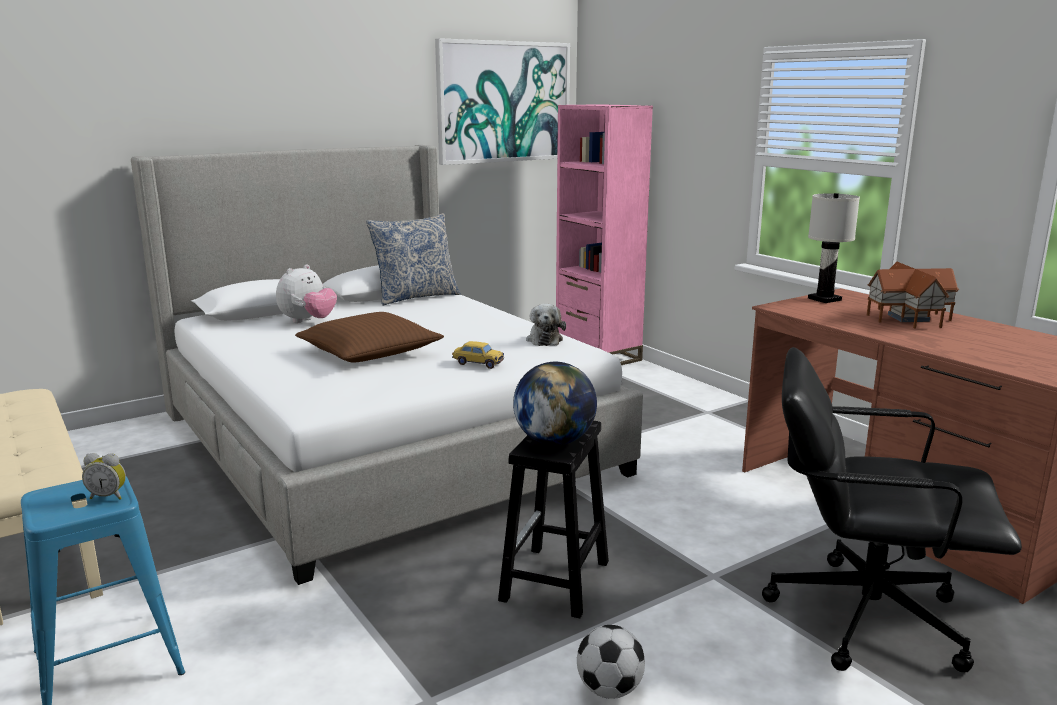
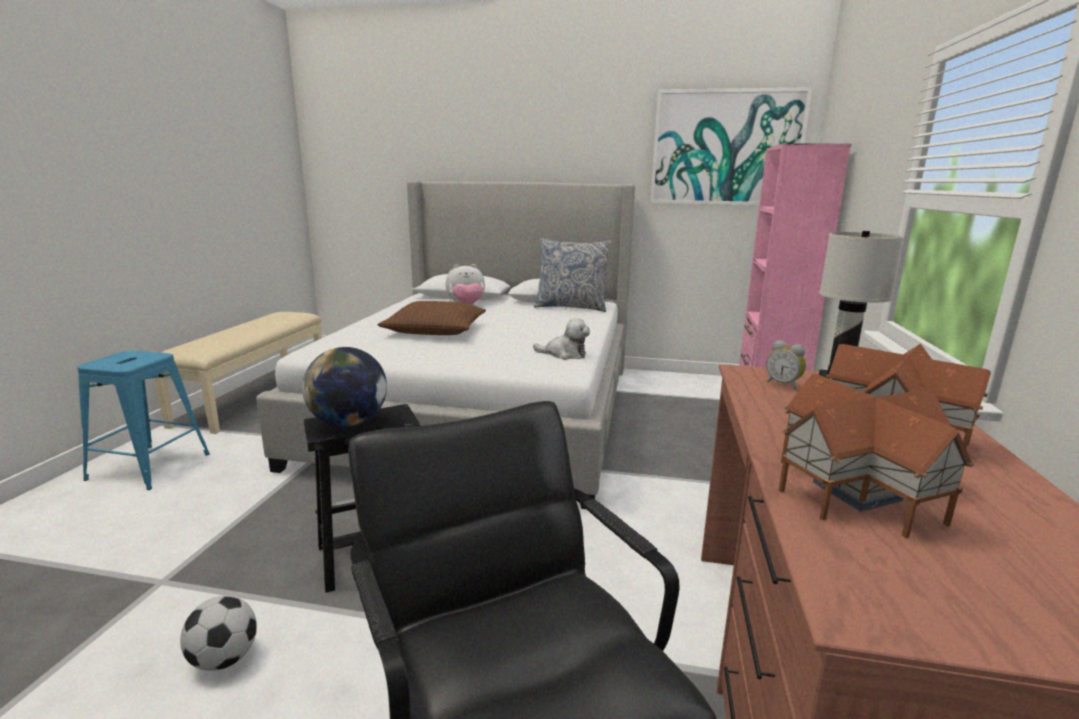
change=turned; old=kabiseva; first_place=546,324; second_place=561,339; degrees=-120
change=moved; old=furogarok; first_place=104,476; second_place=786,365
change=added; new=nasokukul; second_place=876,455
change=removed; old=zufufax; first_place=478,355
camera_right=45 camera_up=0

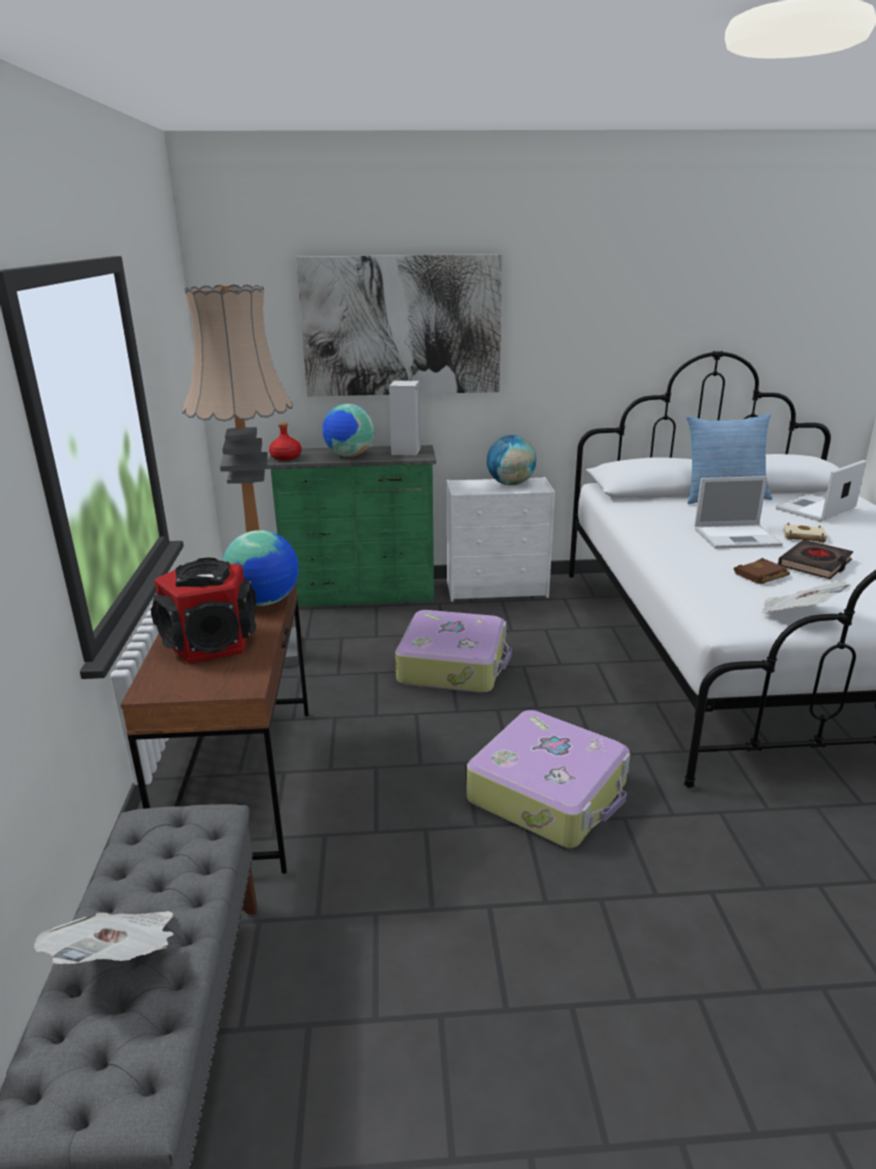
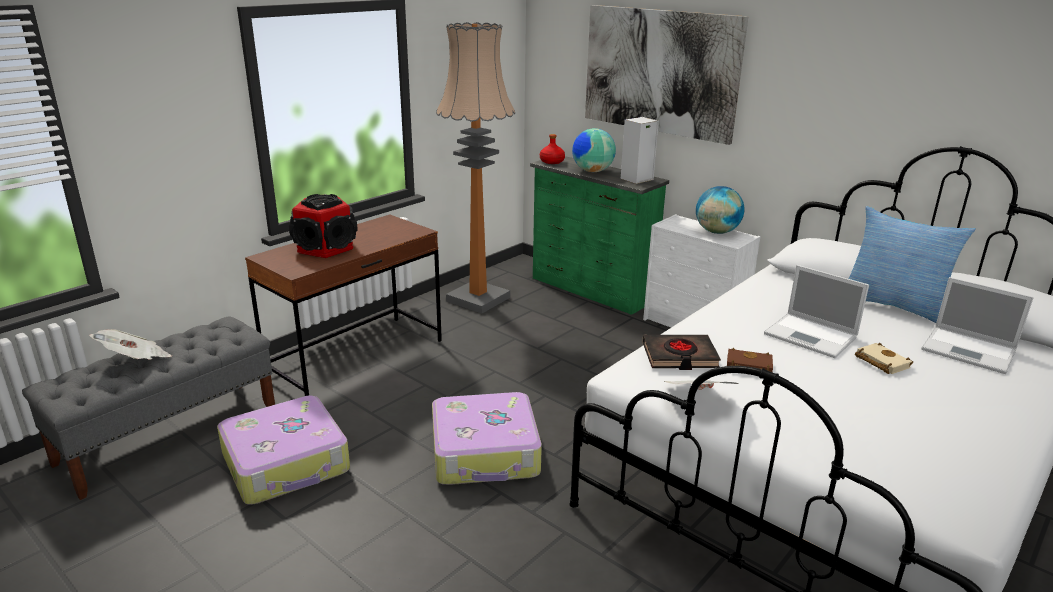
change=moved; old=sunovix; first_place=453,651; second_place=283,450
change=moved; old=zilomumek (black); first_place=815,559; second_place=681,352
change=turned; old=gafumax; first_place=821,491; second_place=977,325; degrees=-150
change=removed; old=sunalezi; first_place=260,568
camera_right=45 camera_up=0

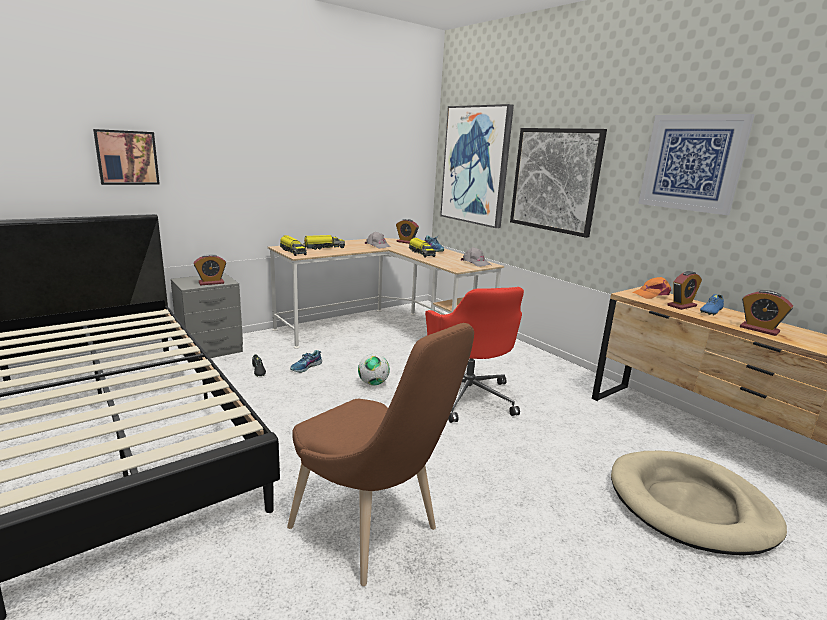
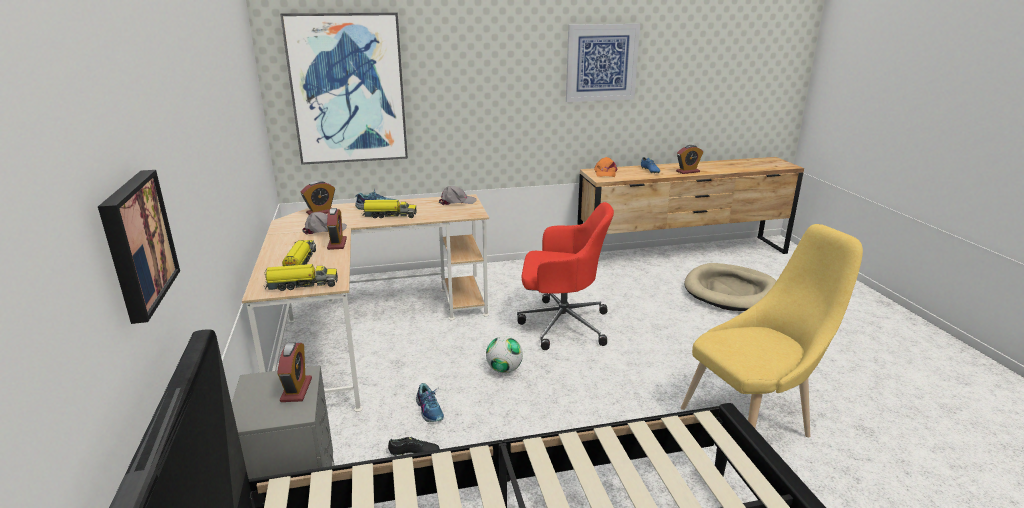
change=moved; old=furogarok; first_place=684,290; second_place=337,229
change=recoloured; old=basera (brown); new=basera (yellow); first_place=380,454; second_place=772,330
change=removed; old=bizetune; first_place=558,183
camera_right=-65 camera_up=5

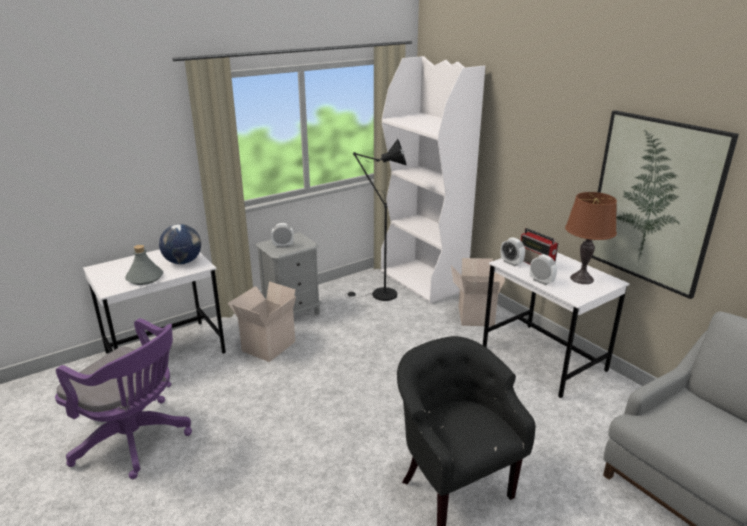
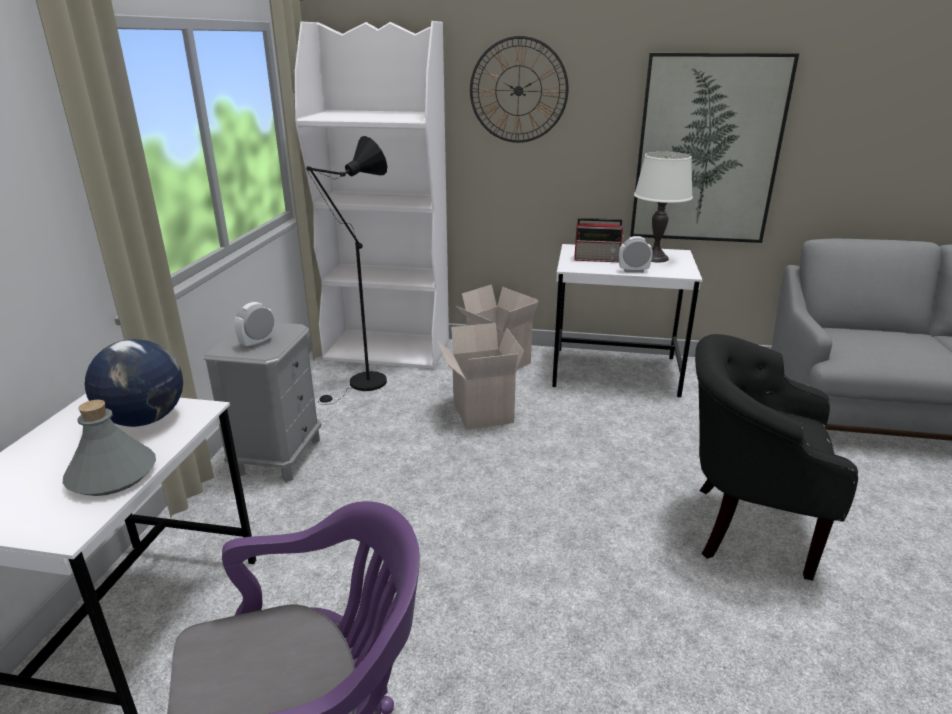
change=moved; old=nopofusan; first_place=262,321; second_place=480,376
change=added; new=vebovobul; second_place=519,89
change=recoloured; old=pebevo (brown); new=pebevo (white); first_place=591,238; second_place=663,207
change=removed; old=furogarok; first_place=513,251
camera_right=-45 camera_up=0

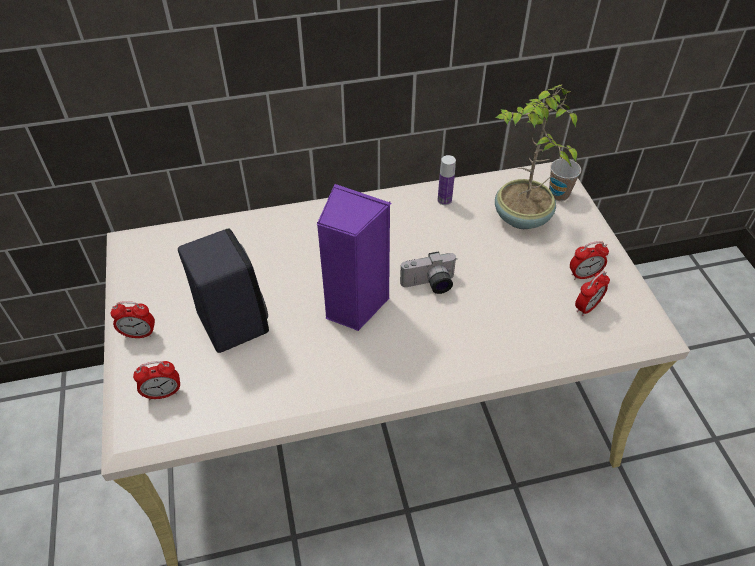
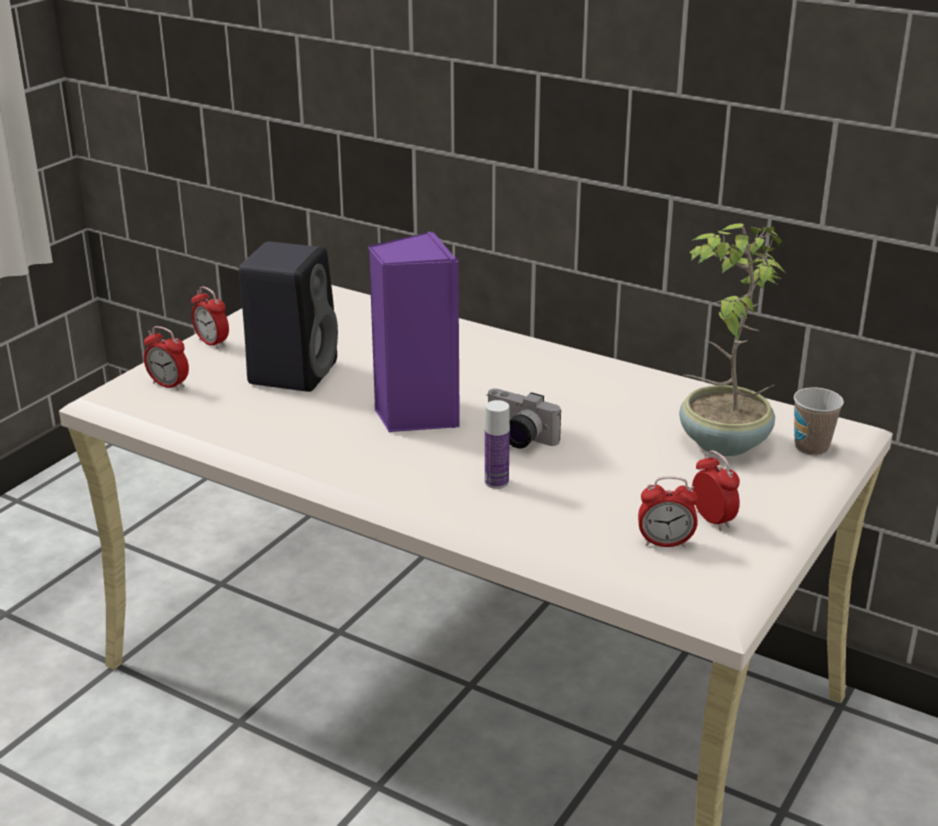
change=moved; old=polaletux; first_place=447,180; second_place=497,444
change=turned; old=furogarok; first_place=589,260; second_place=716,490; degrees=-150
camera_right=45 camera_up=-20

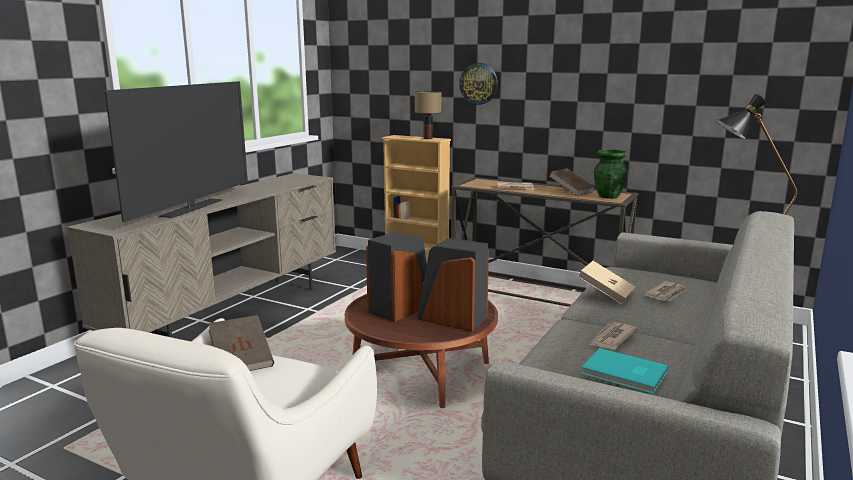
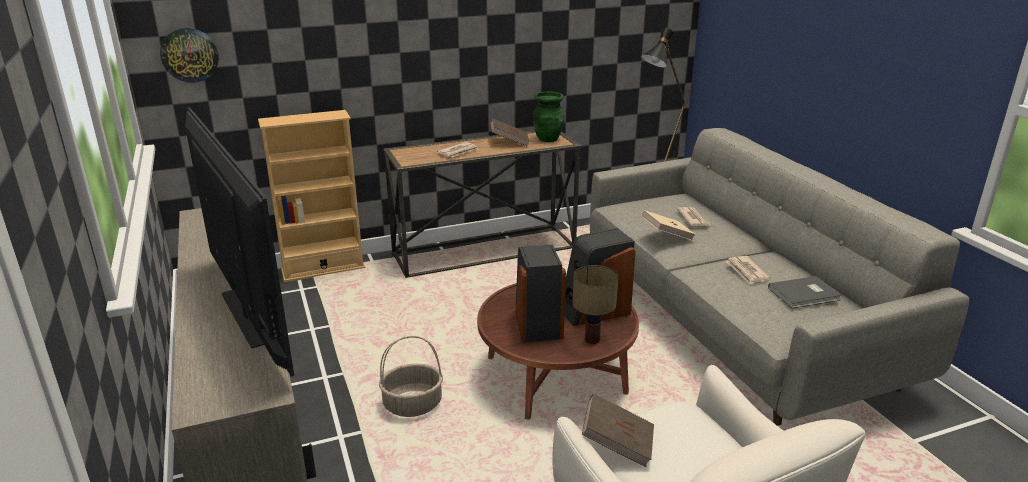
change=moved; old=vebovobul; first_place=478,84; second_place=189,55
change=added; new=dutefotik; second_place=411,376
change=moved; old=pebevo; first_place=428,115; second_place=595,304
change=recoloured; old=zilomumek (turquoise); new=zilomumek (grey); first_place=624,371; second_place=805,292
camera_right=-50 camera_up=10

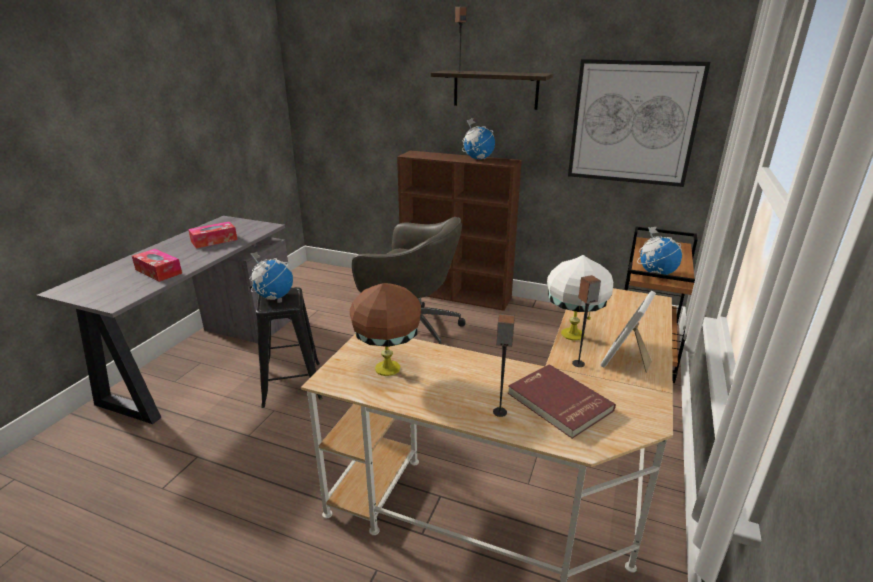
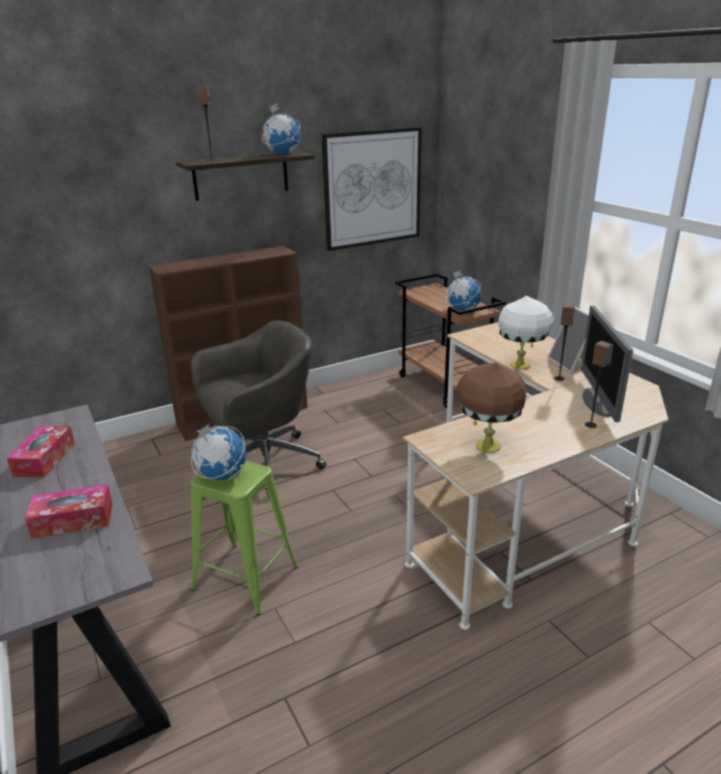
change=recoloured; old=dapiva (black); new=dapiva (green); first_place=289,347; second_place=244,538
change=moved; old=sunalezi; first_place=478,138; second_place=281,128
change=replaced; old=zilomumek (red); new=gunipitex; first_place=562,401; second_place=607,364
camera_right=-50 camera_up=0

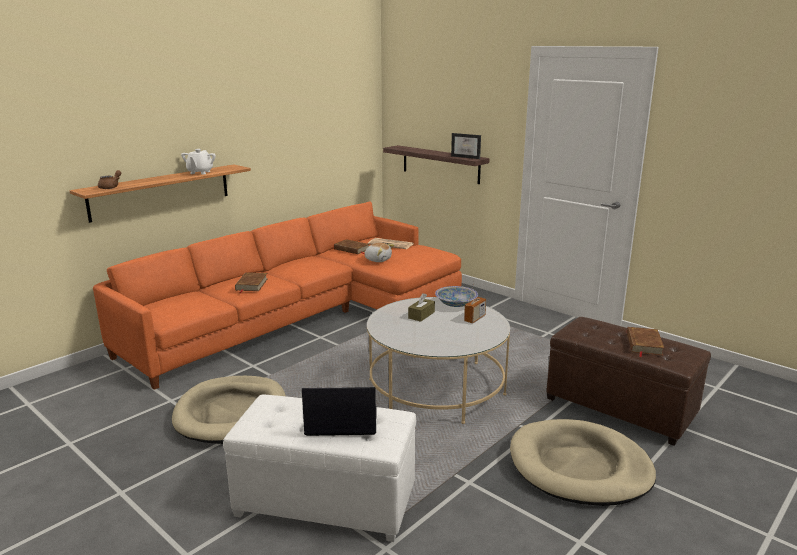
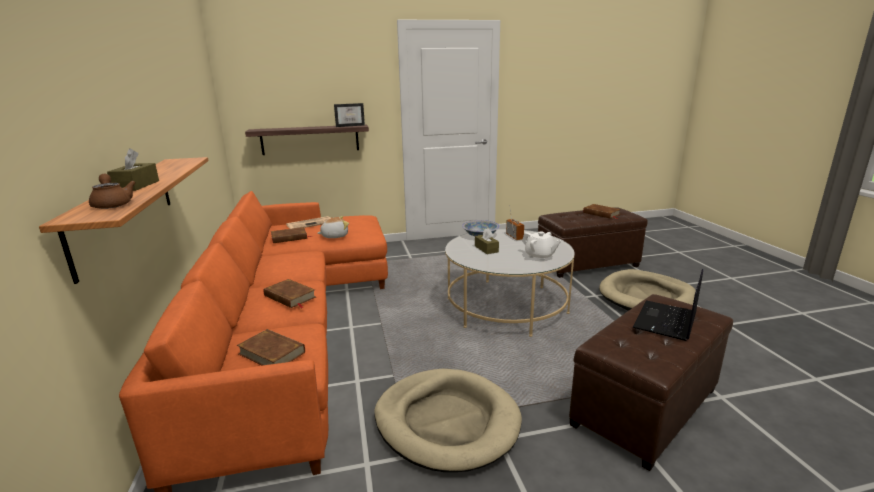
change=added; new=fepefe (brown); second_place=133,169
change=added; new=zilomumek (brown); second_place=271,347
change=moved; old=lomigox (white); first_place=198,161; second_place=541,246
change=recoloured; old=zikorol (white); new=zikorol (brown); first_place=319,468; second_place=651,382
camera_right=-55 camera_up=0

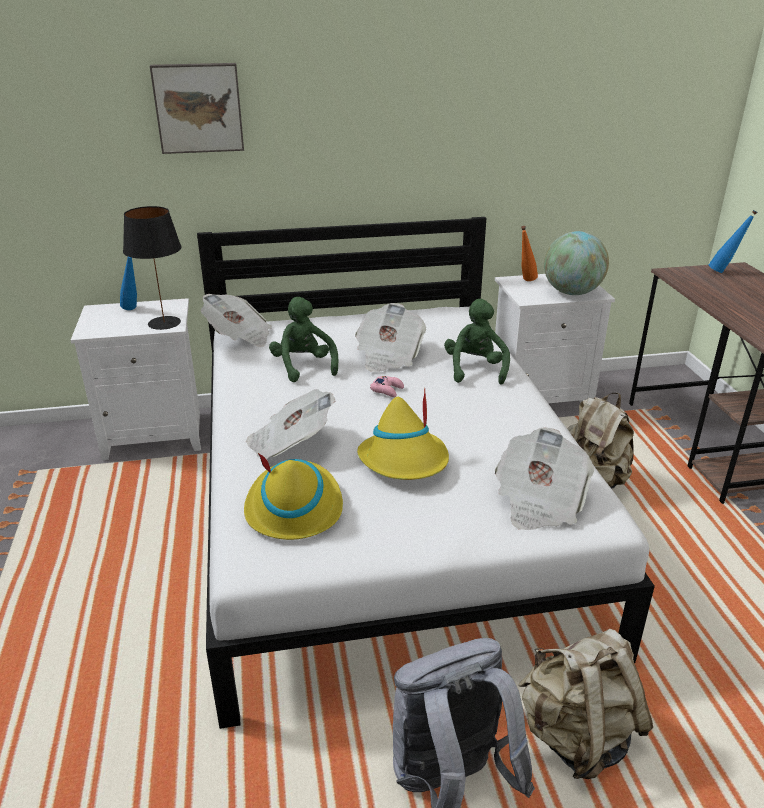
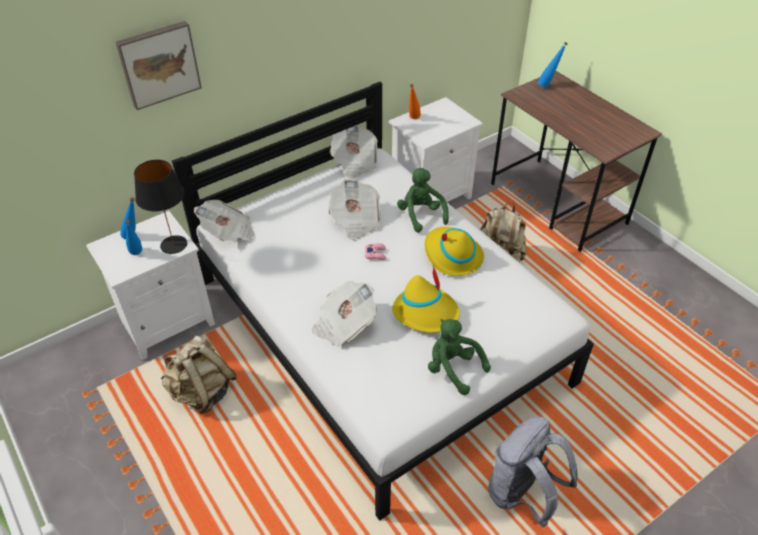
change=added; new=polaletux (blue); second_place=133,237
change=moved; old=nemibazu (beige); first_place=585,703; second_place=198,375
change=moved; old=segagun; first_place=544,478; second_place=354,151
change=moved; old=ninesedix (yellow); first_place=293,496; second_place=454,251
change=moved; old=kabiseva (green); first_place=303,339; second_place=459,357
change=removed; old=sunalezi; first_place=576,263
camera_right=-25 camera_up=15

